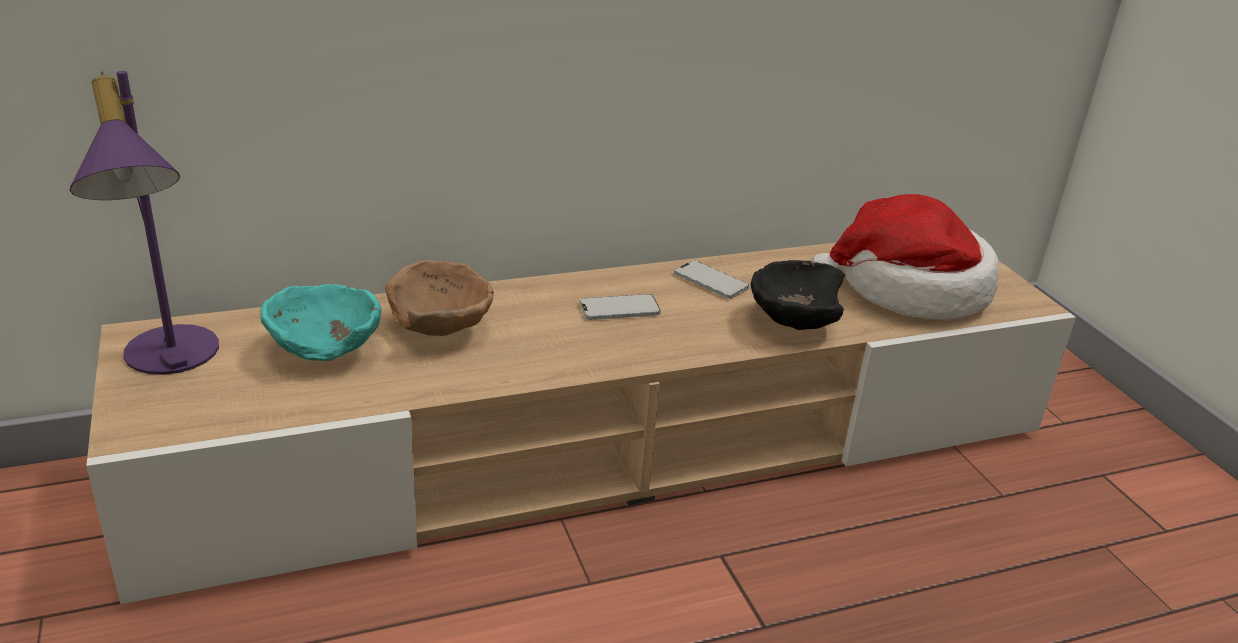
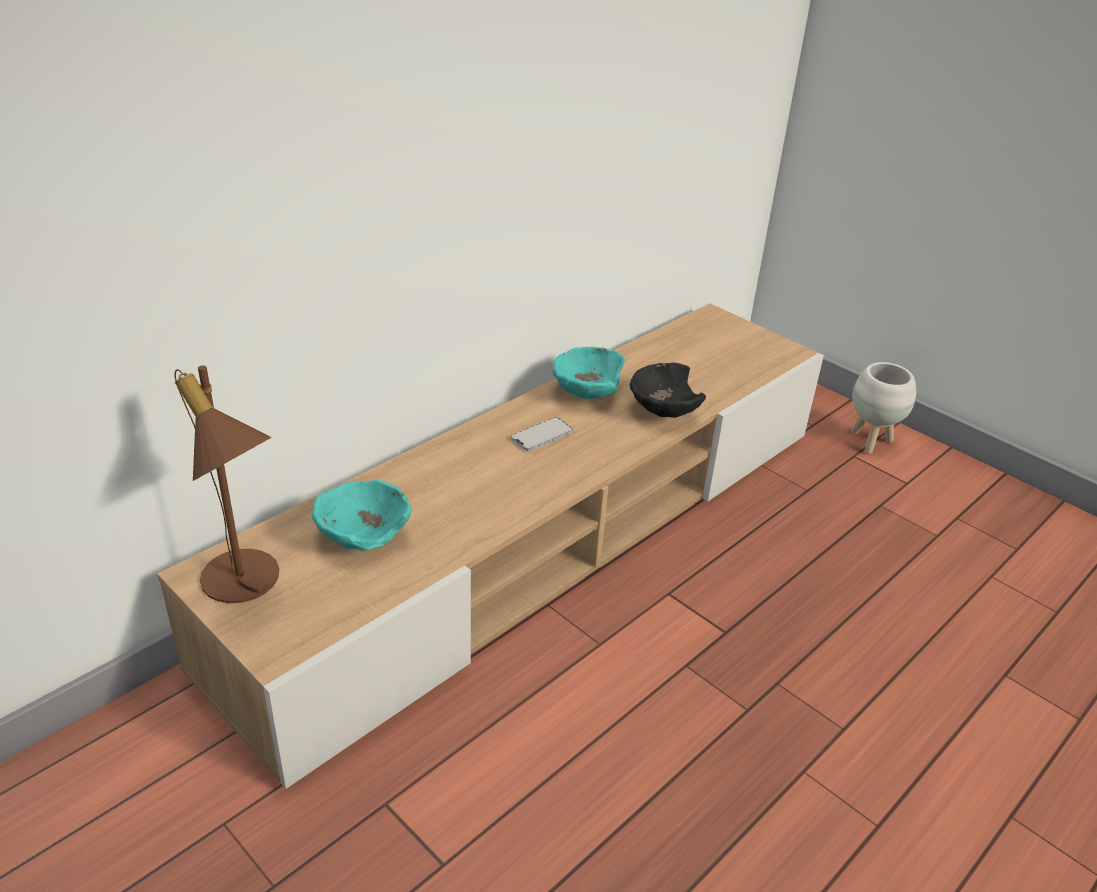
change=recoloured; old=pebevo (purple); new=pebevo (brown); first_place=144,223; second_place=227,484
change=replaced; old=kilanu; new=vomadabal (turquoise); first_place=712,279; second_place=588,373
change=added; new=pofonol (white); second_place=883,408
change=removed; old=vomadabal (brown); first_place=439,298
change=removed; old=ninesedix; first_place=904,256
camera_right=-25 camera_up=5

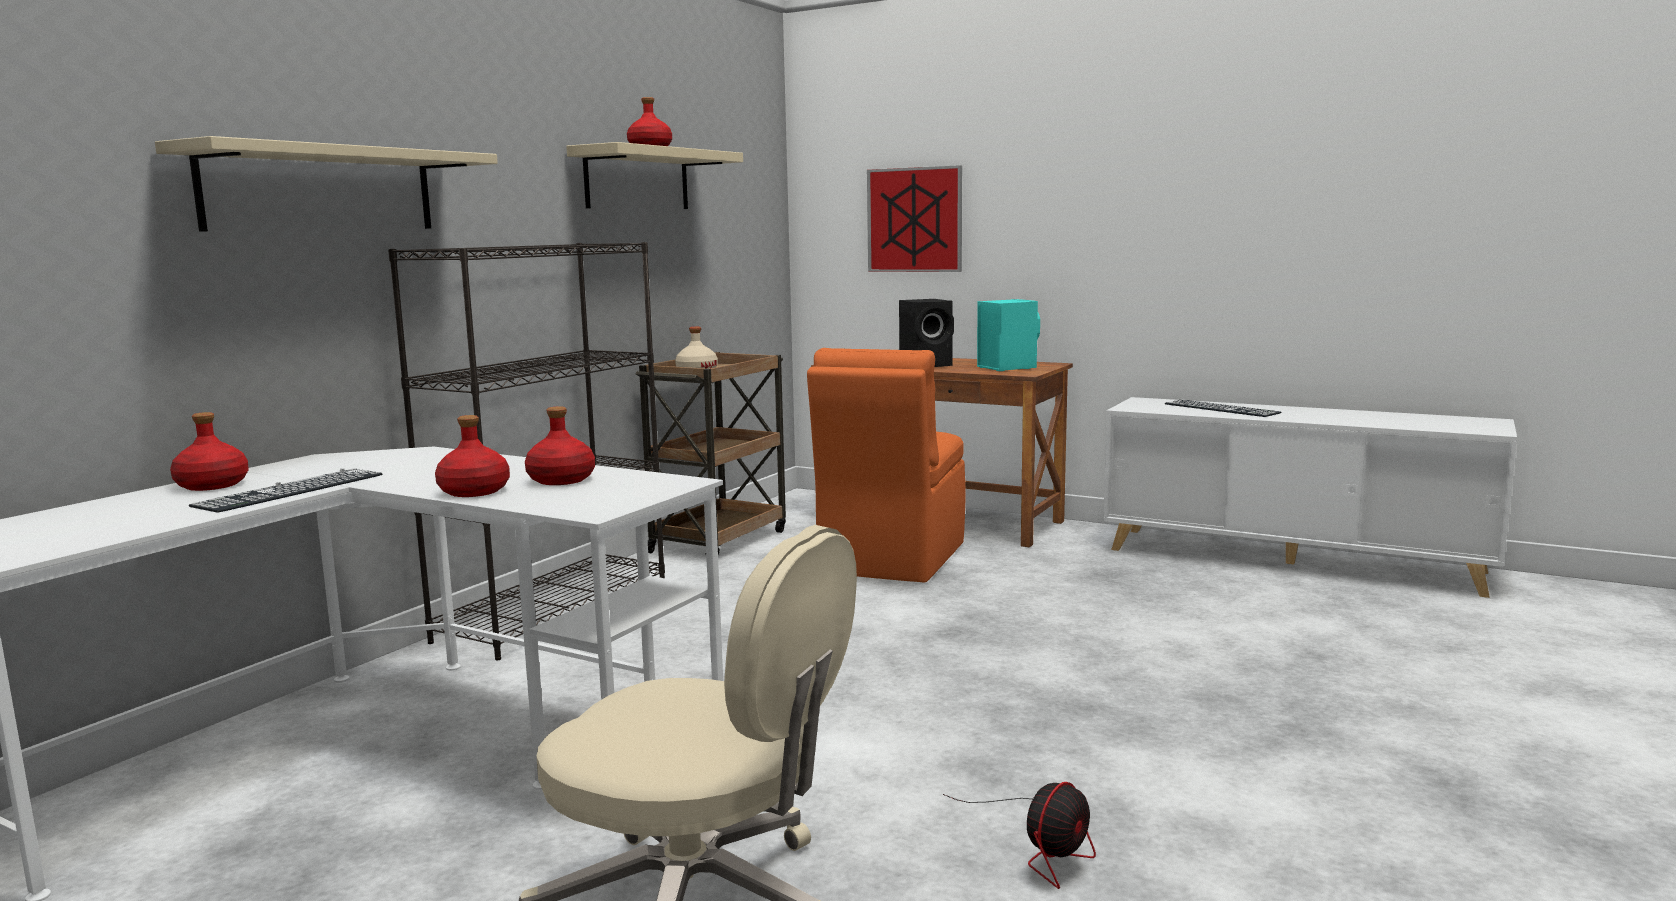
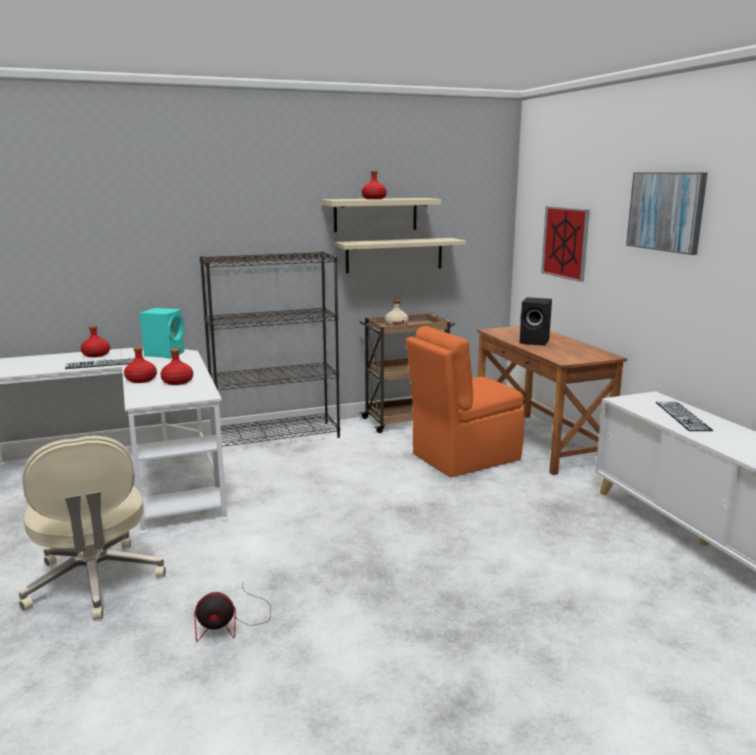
change=moved; old=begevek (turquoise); first_place=1008,335; second_place=162,333
change=moved; old=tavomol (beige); first_place=326,184; second_place=400,255
change=added; new=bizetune; second_place=667,213
camera_right=40 camera_up=5

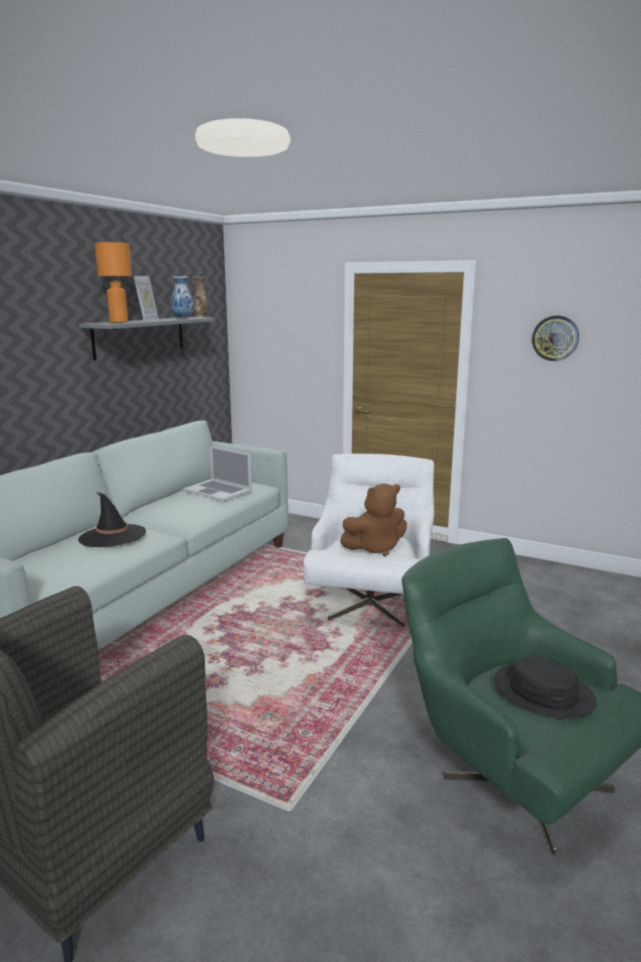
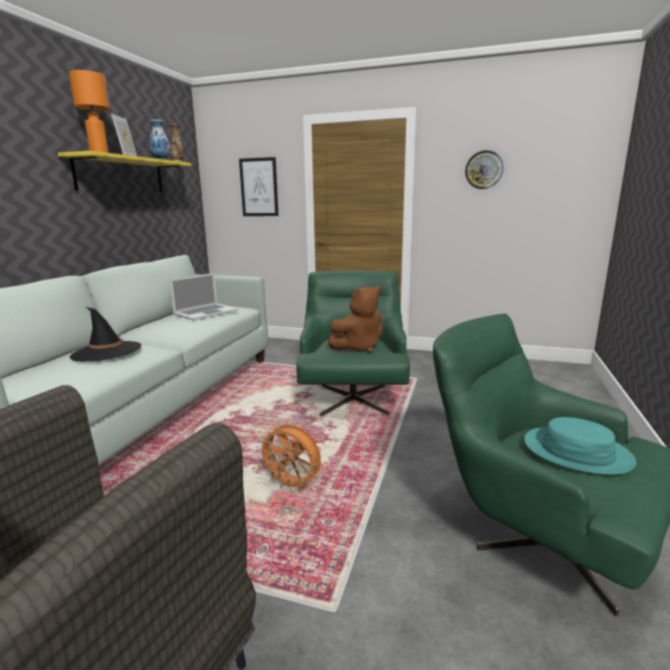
change=recoloured; old=tavomol (grey); new=tavomol (yellow); first_place=147,338; second_place=124,171
change=turned; old=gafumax; first_place=217,473; second_place=203,297; degrees=-75
change=added; new=bizetune; second_place=259,186
change=added; new=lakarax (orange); second_place=288,458
change=recoloured; old=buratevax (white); new=buratevax (green); first_place=369,540; second_place=353,343
change=recoloured; old=ninesedix (black); new=ninesedix (turquoise); first_place=545,687; second_place=580,446
camera_right=-10 camera_up=0

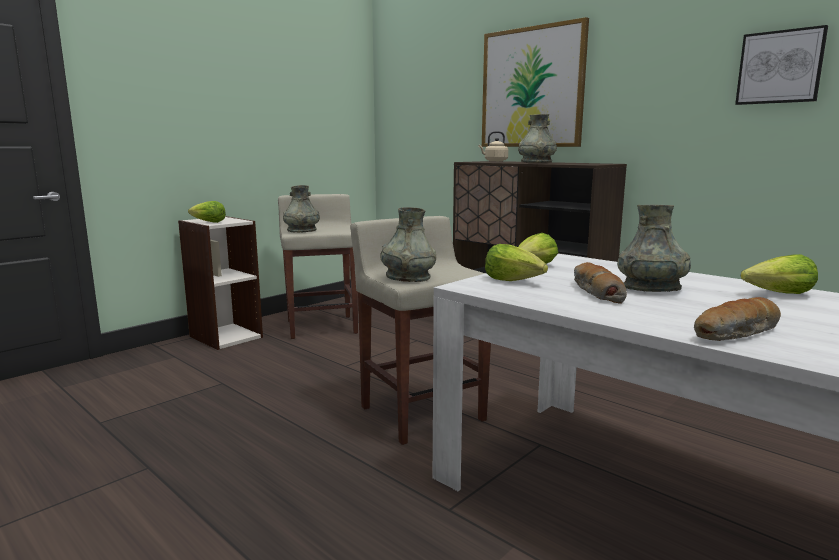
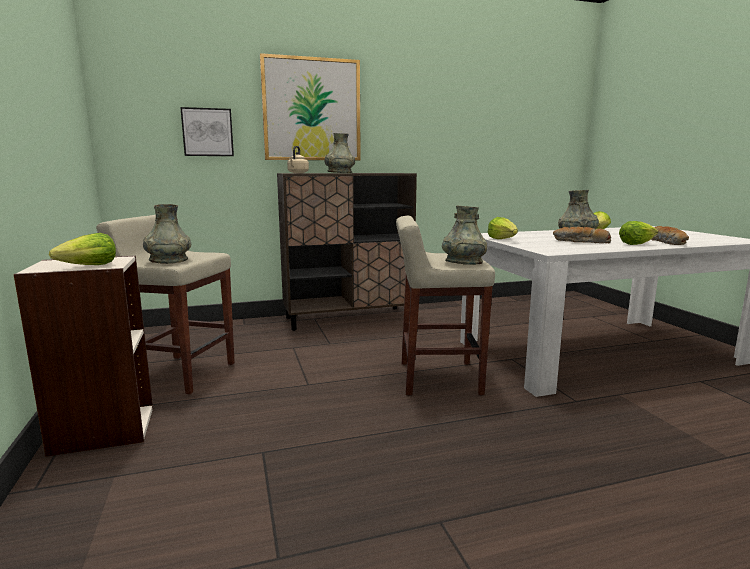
change=moved; old=bizetune; first_place=781,65; second_place=207,131
change=moved; old=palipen; first_place=516,262; second_place=638,233
camera_right=-60 camera_up=0

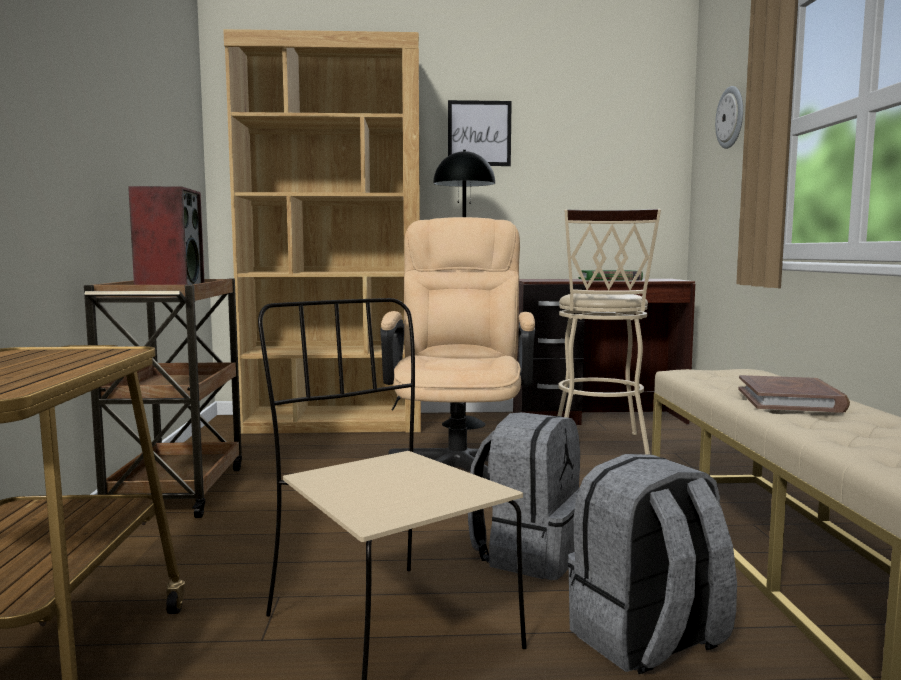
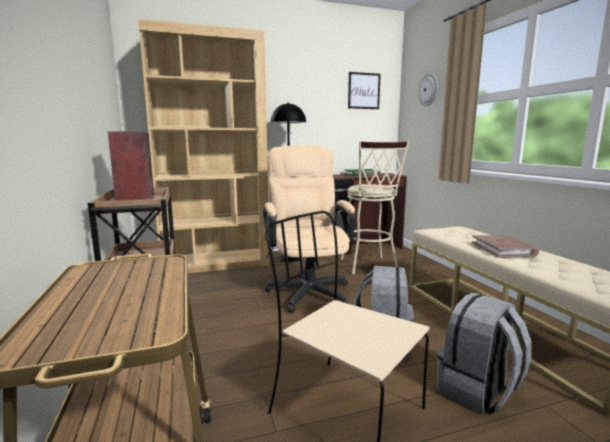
change=moved; old=bizetune; first_place=480,133; second_place=364,90
camera_right=-15 camera_up=5

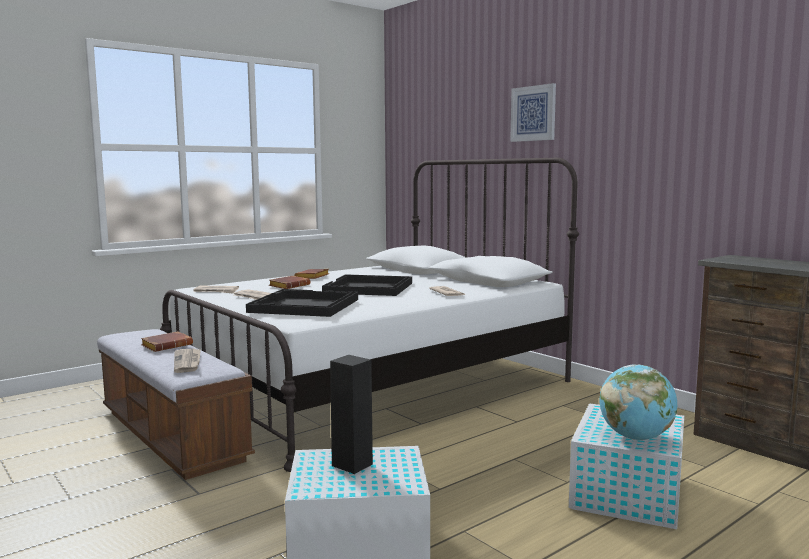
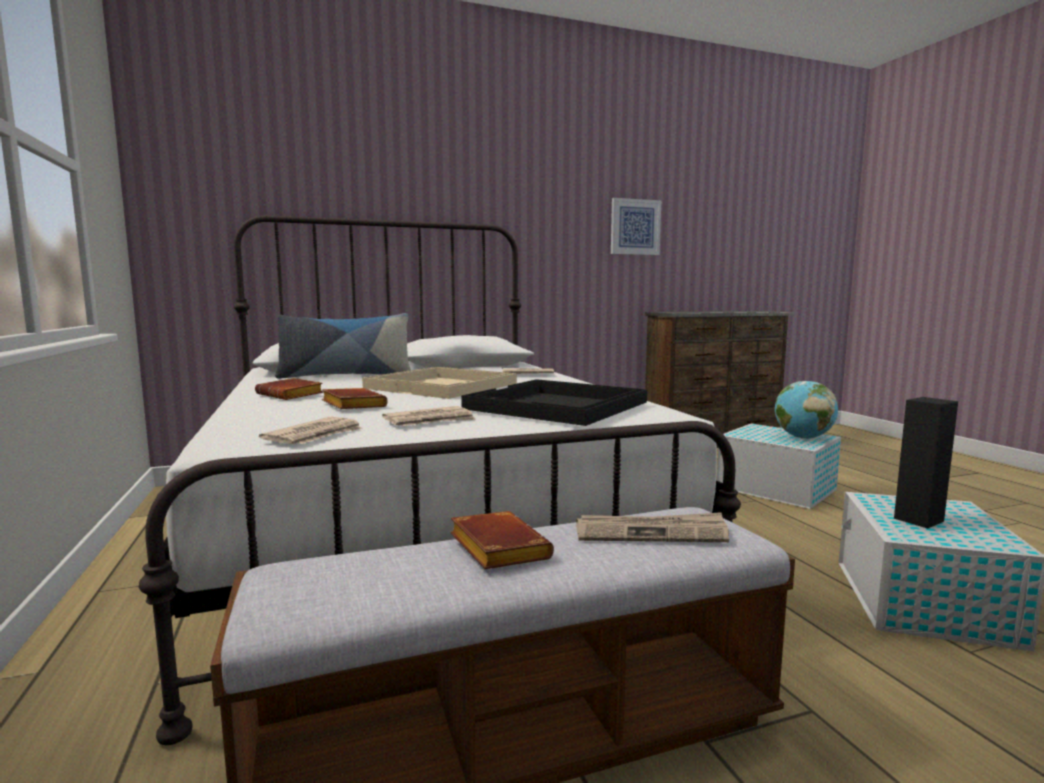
change=added; new=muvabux; second_place=343,346
change=recoloured; old=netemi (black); new=netemi (beige); first_place=367,285; second_place=439,383
change=moved; old=bizetune; first_place=533,112; second_place=636,226
camera_right=-70 camera_up=0

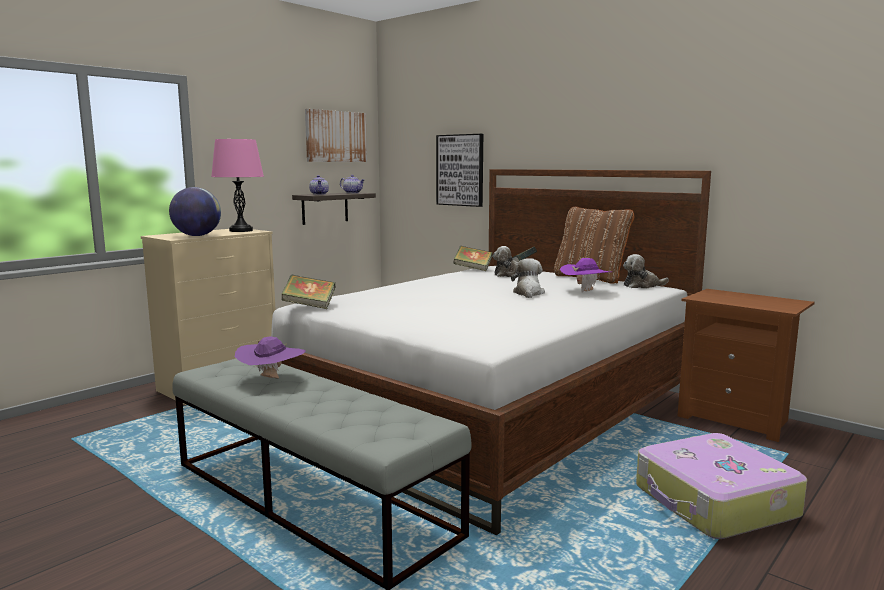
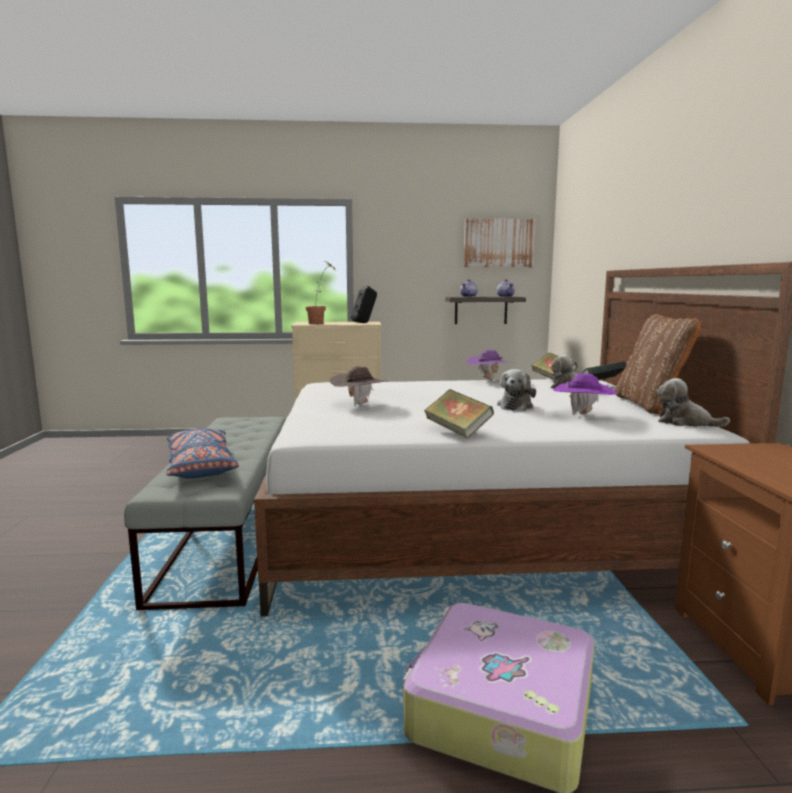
change=added; new=muvabux (blue); second_place=202,453
change=replaced; old=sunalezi; new=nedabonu; first_place=195,211; second_place=320,292
change=added; new=ninesedix (brown); second_place=358,386
change=replaced; old=pebevo (pink); new=begevek (black); first_place=237,185; second_place=364,304
change=moved; old=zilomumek; first_place=308,292; second_place=459,414
change=moved; old=ninesedix (purple); first_place=270,357; second_place=489,365
change=turned; old=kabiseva; first_place=528,278; second_place=516,390; degrees=150
change=removed; old=bizetune; first_place=459,170
camera_right=45 camera_up=0

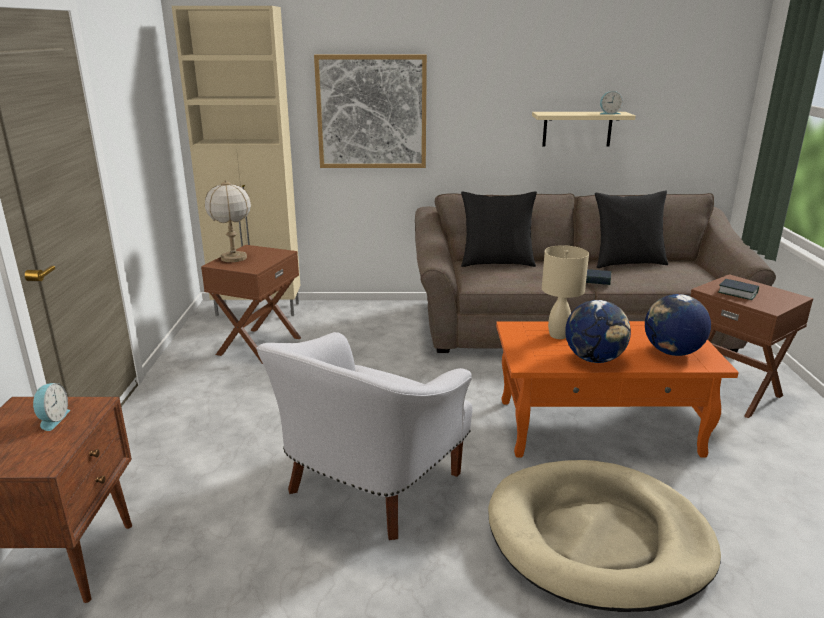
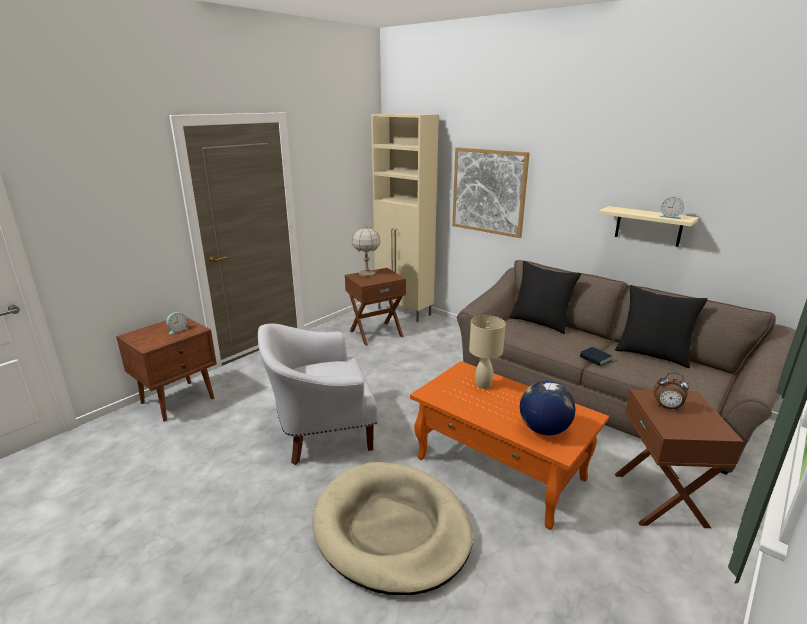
change=replaced; old=zilomumek; new=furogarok; first_place=738,289; second_place=671,391
change=removed; old=sunalezi; first_place=598,331
camera_right=40 camera_up=0

